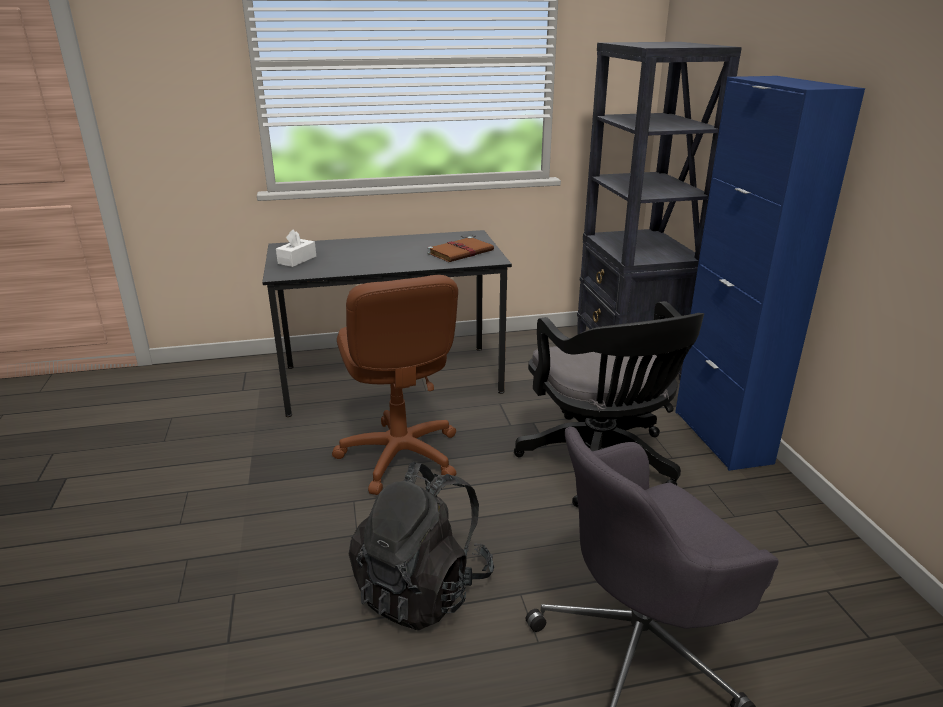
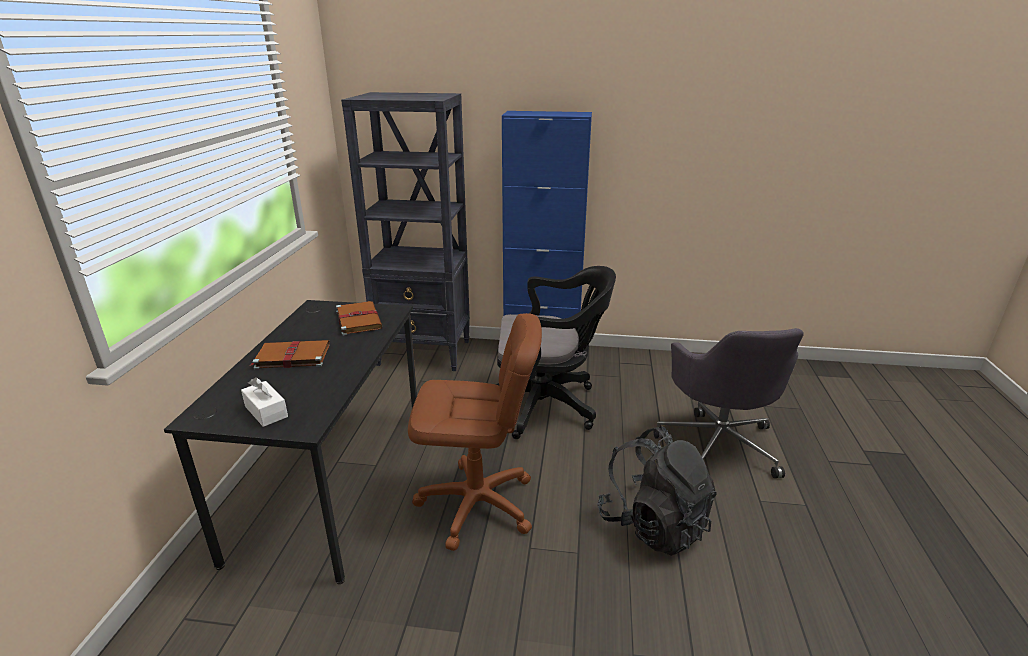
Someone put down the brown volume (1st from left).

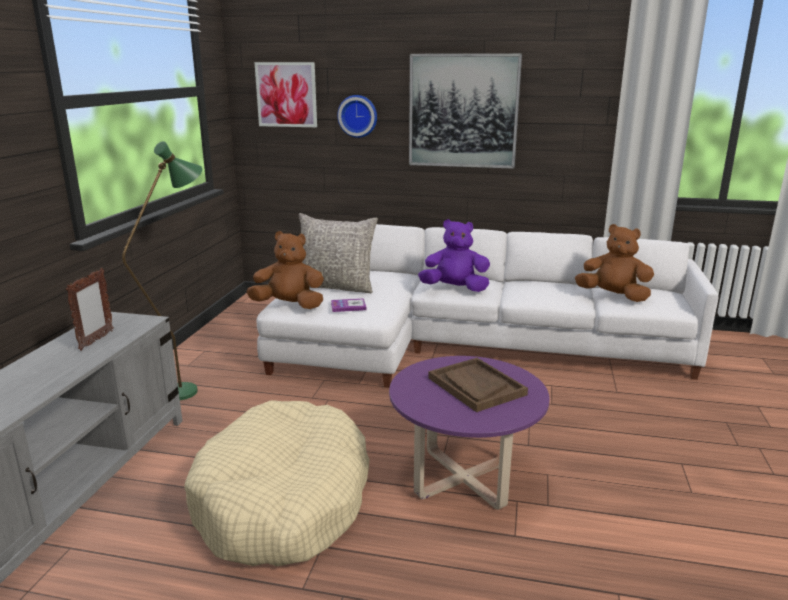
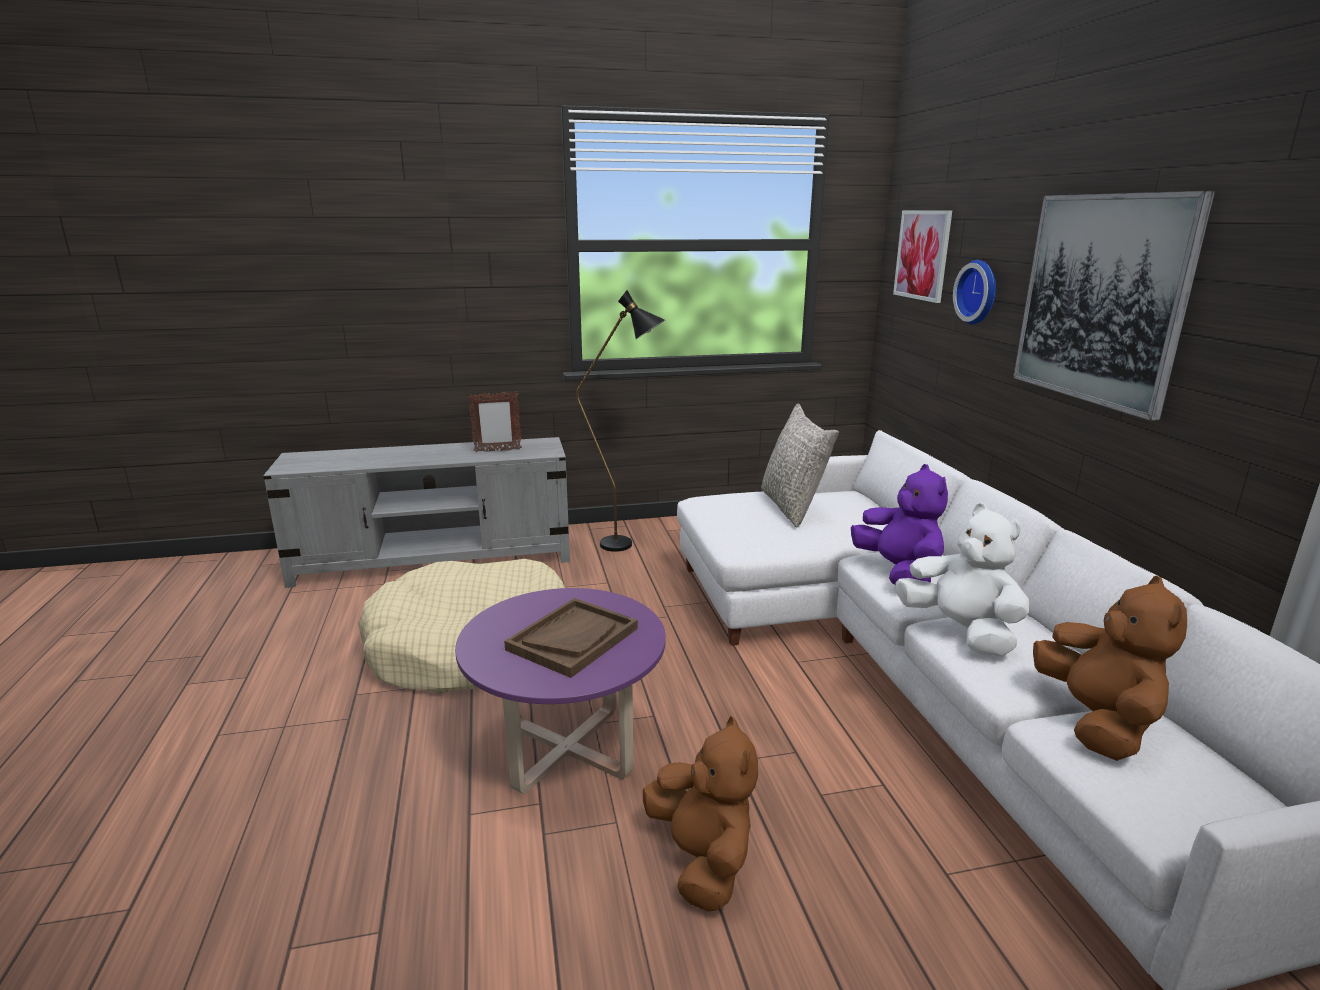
Someone repainted the green-coloured standing lamp, which became the black-coloured standing lamp. Someone carried the brown soft toy (1st from left). Someone put down the white-coloured soft toy. Someone took away the volume.

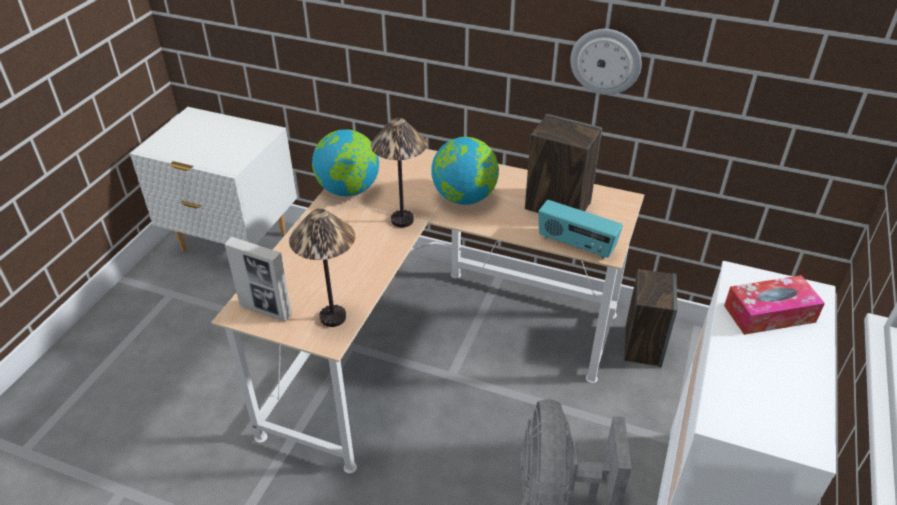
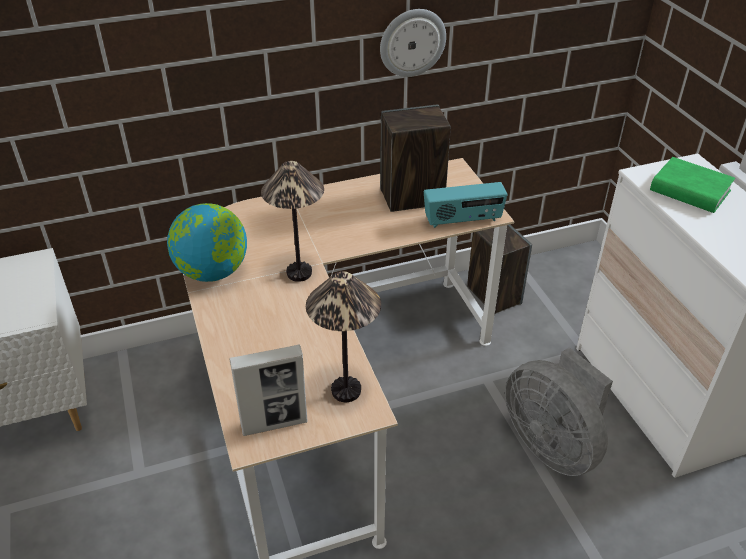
Someone swapped the tissue holder for the green-coloured volume. Someone took away the desk globe (2nd from left).

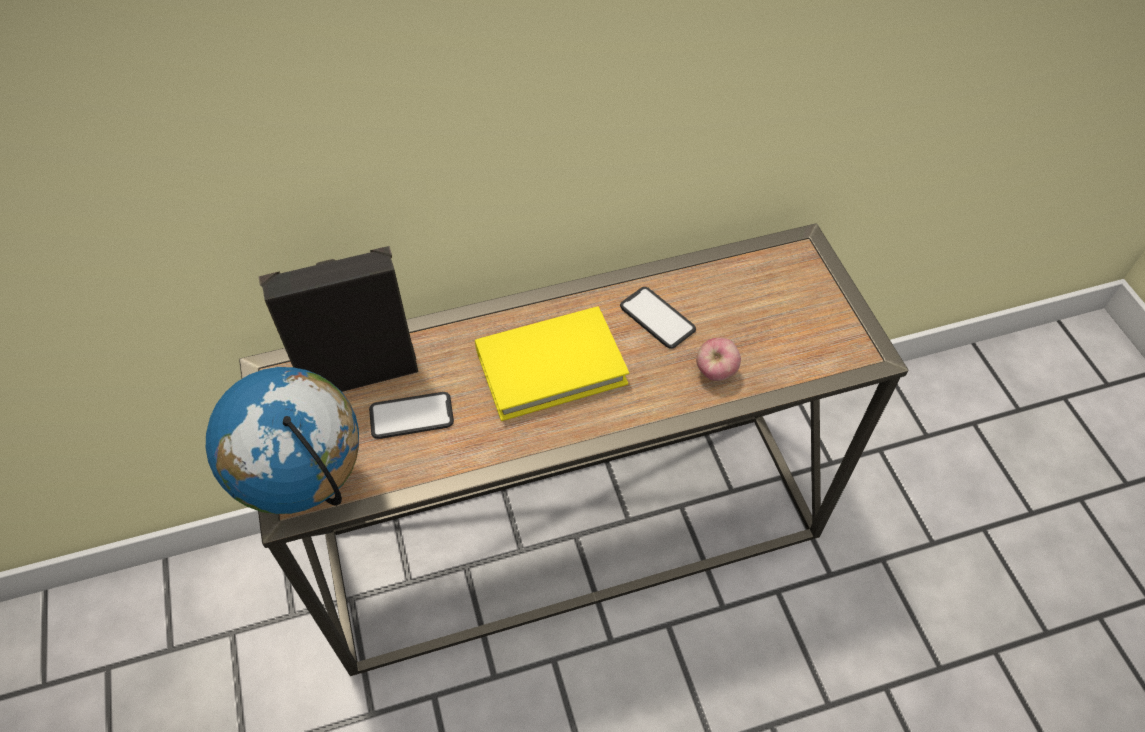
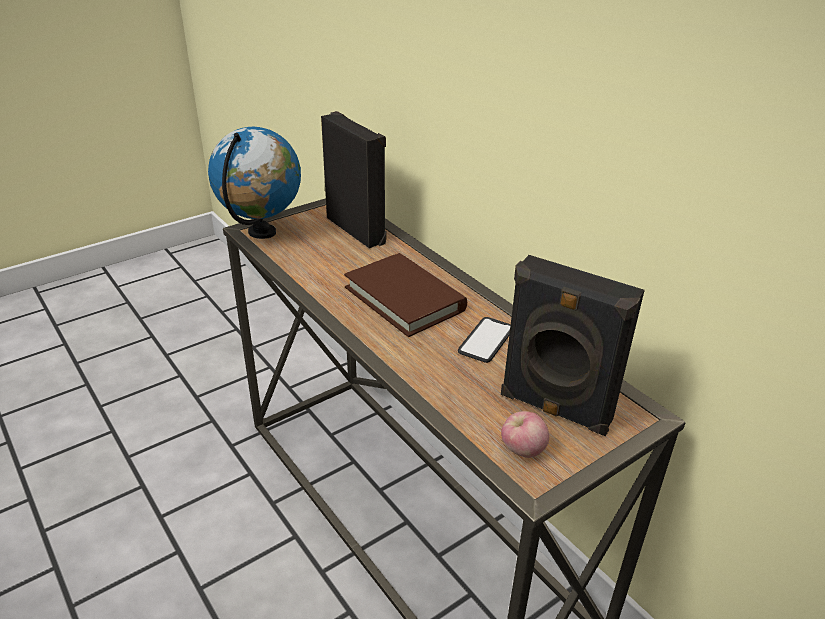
Someone repainted the yellow volume, which became the brown volume. Someone put down the black-coloured speaker (2nd from left). Someone carried the whole apple. Someone took away the phone (1st from left).

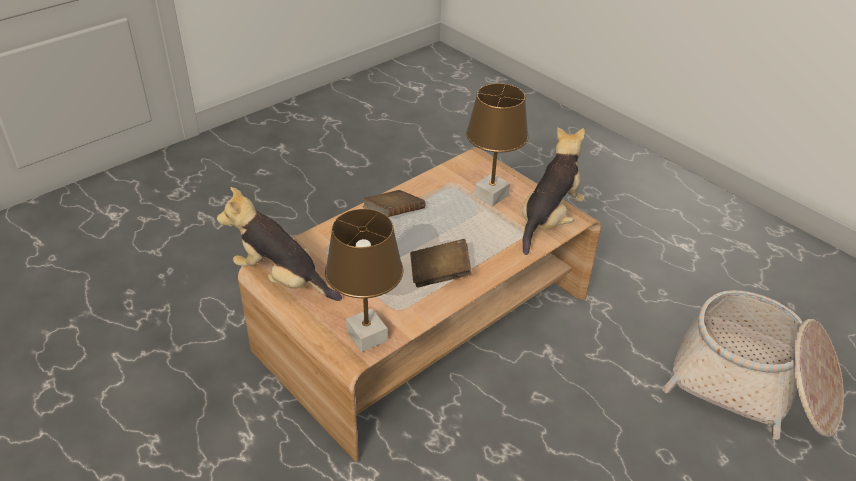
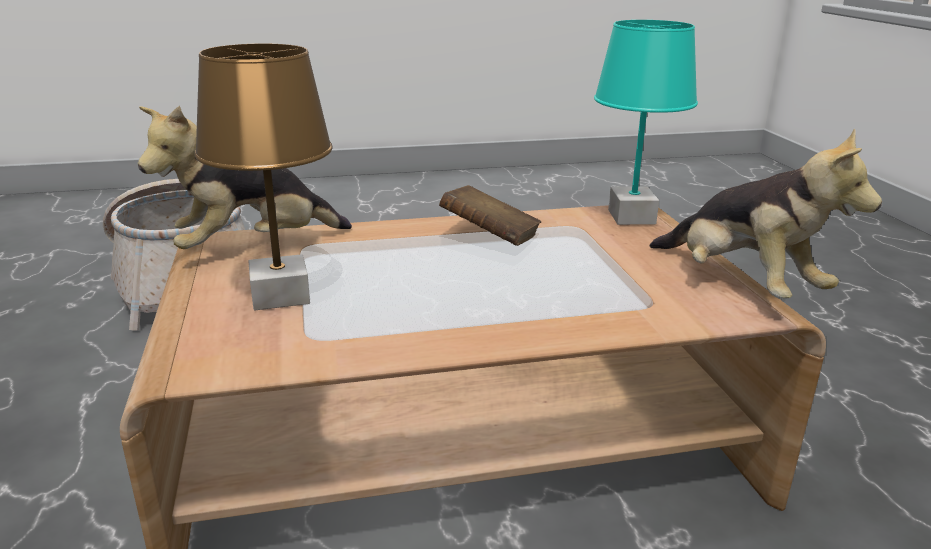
Someone repainted the brown tabletop lamp (1st from left), which became the turquoise-coloured tabletop lamp. Someone took away the brown volume (1st from left).

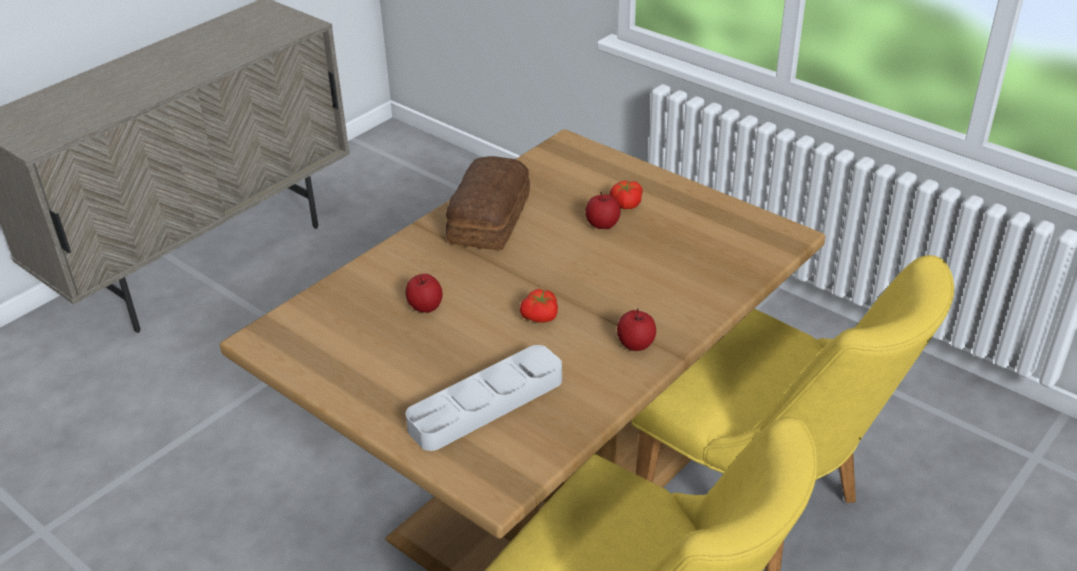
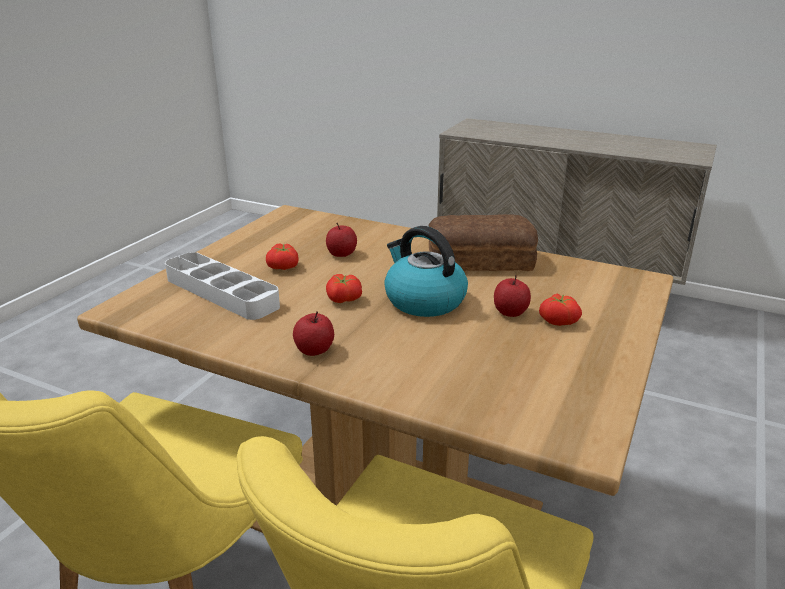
Someone put down the whole tomato (1st from left). Someone put down the water kettle.

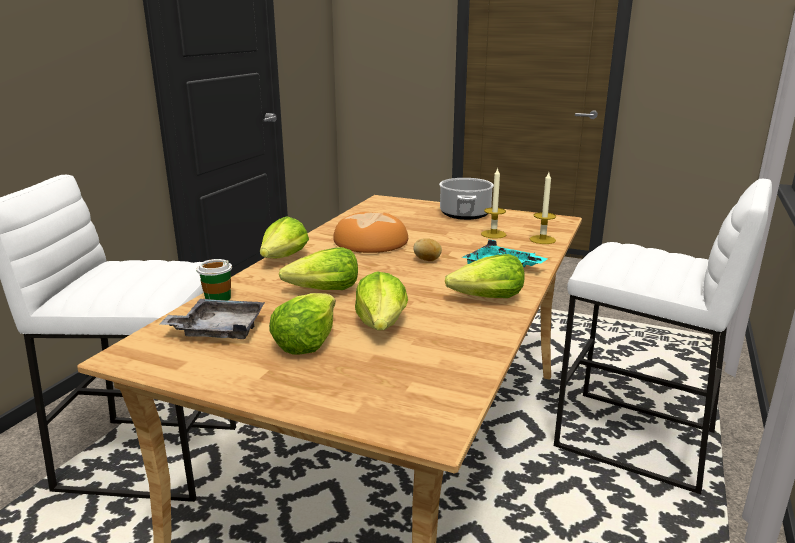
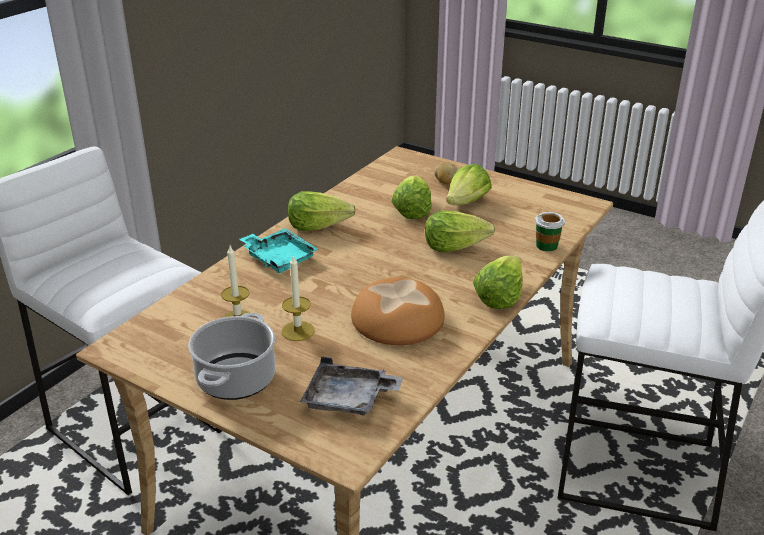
Someone carried the wax light (2nd from left). Someone carried the greyish serving tray. Someone carried the whole potato.

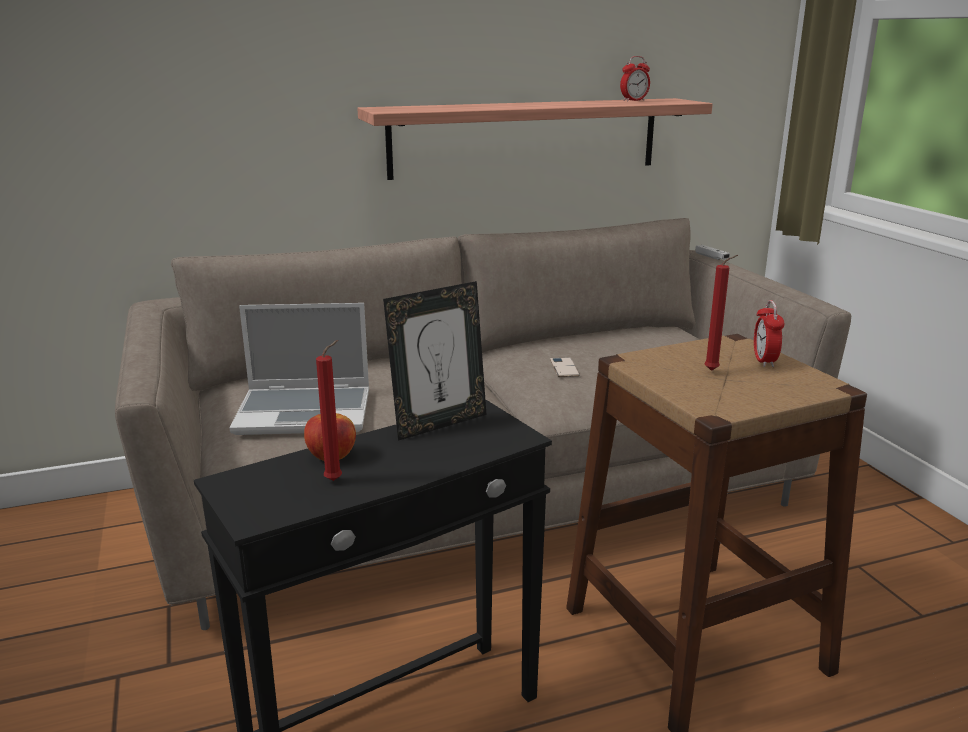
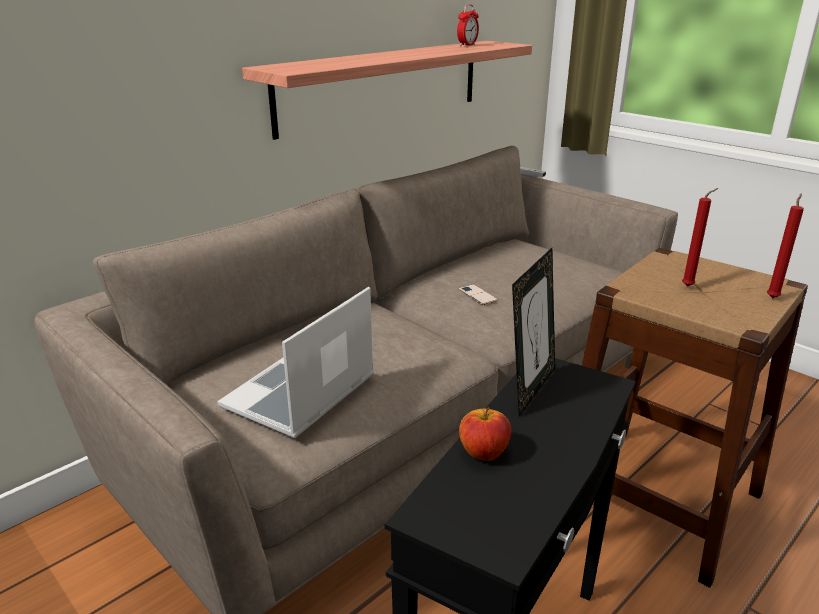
Someone rotated the laptop by 150 degrees clockwise. Someone carried the reddish wax light (1st from left in the first image). Someone took away the alarm clock (2nd from left).

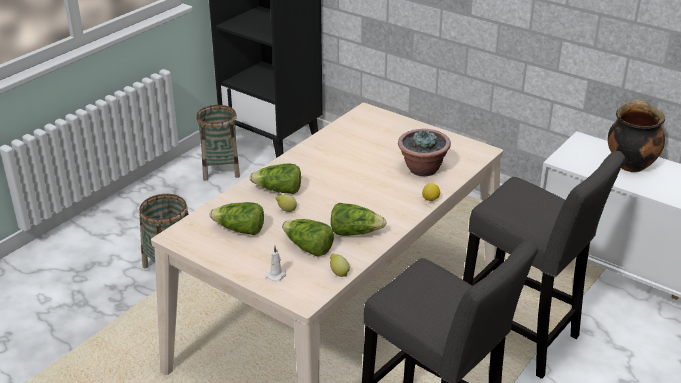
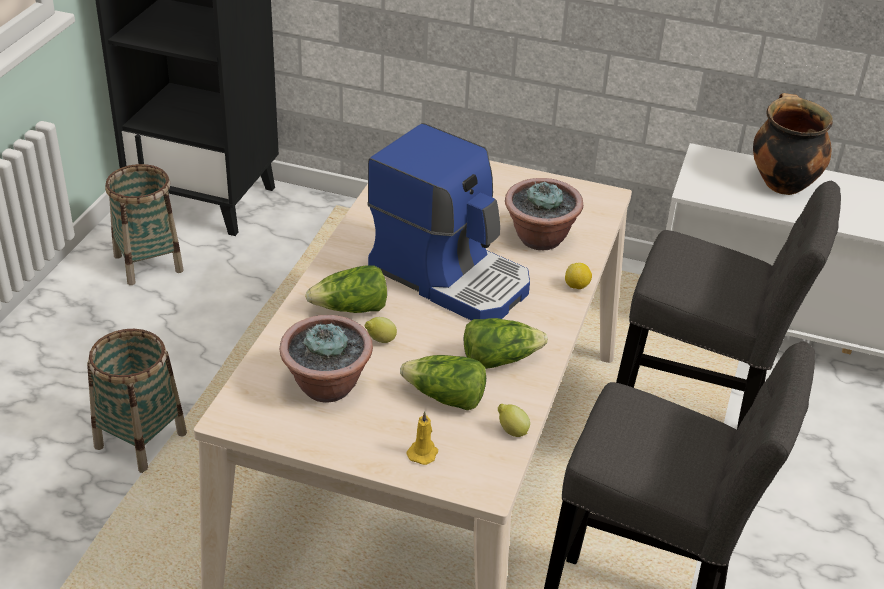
Someone swapped the lettuce head (1st from left) for the plant in a pot (1st from left). Someone put down the coffee maker. Someone repainted the white-coloured wax light, which became the yellow wax light.

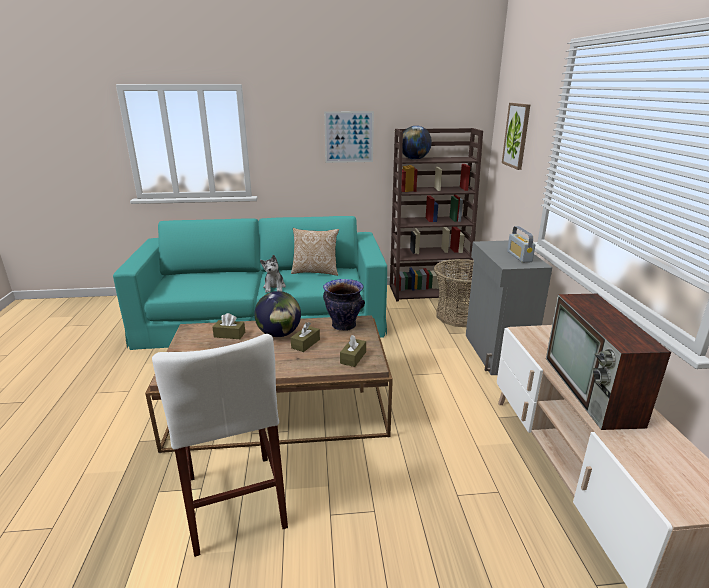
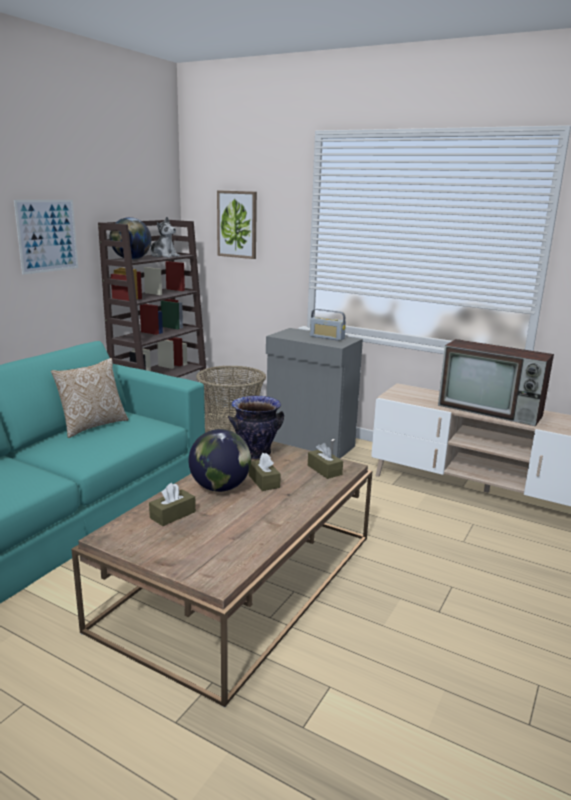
Someone carried the soft toy. Someone took away the white-coloured stool.

